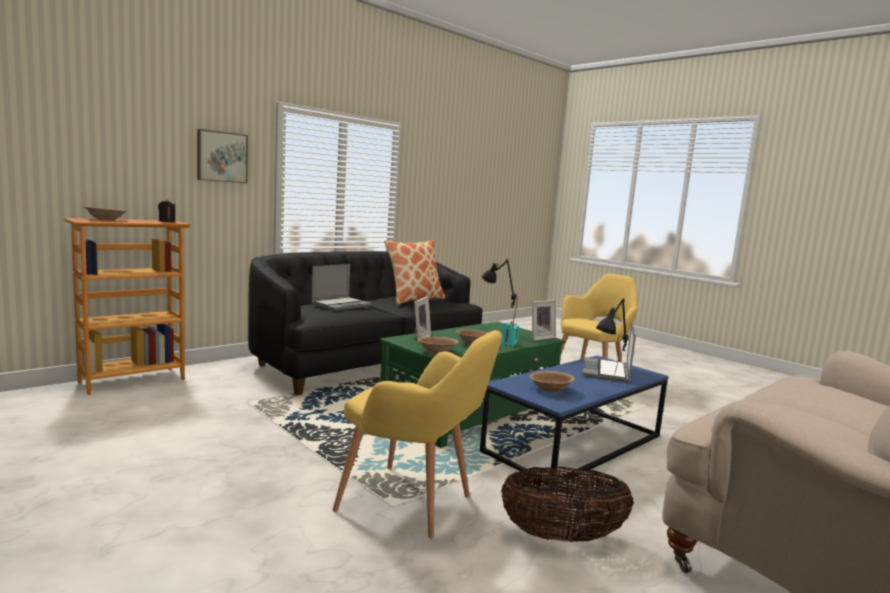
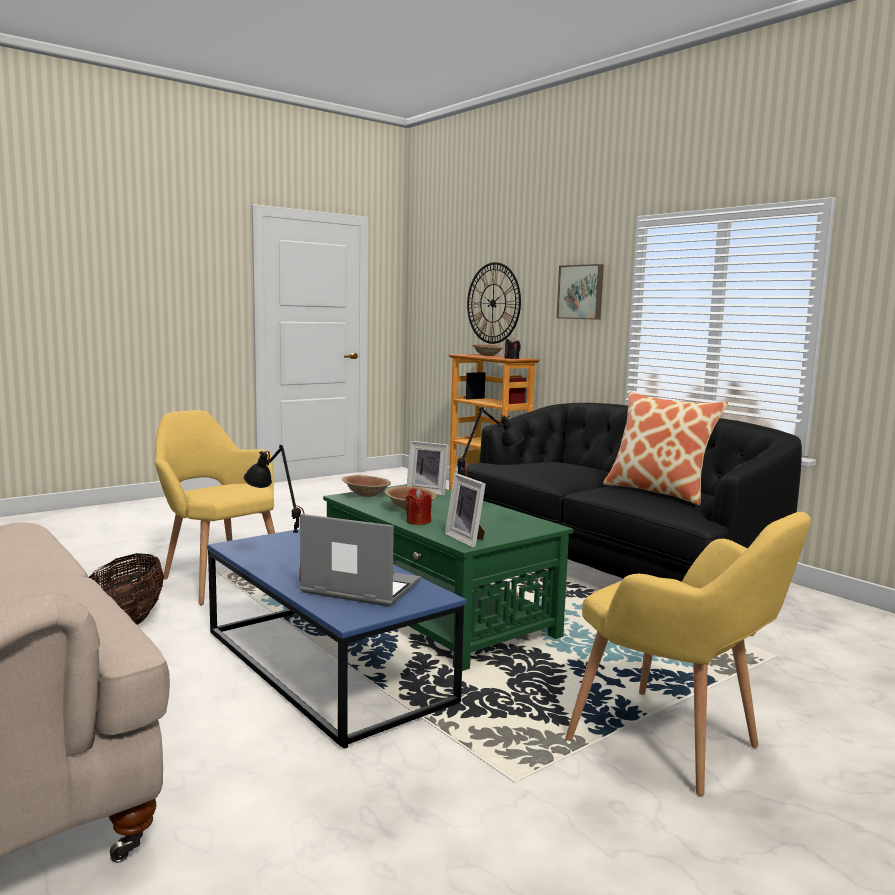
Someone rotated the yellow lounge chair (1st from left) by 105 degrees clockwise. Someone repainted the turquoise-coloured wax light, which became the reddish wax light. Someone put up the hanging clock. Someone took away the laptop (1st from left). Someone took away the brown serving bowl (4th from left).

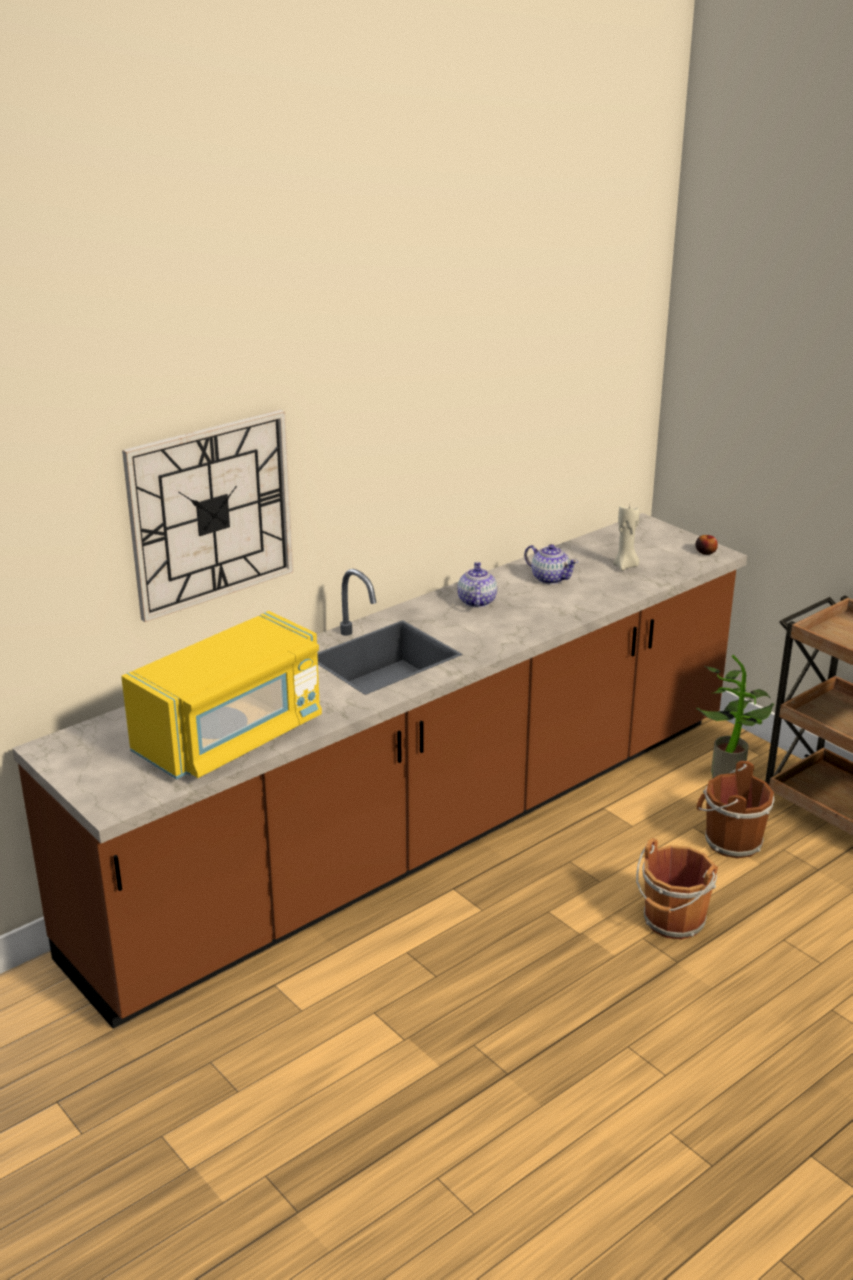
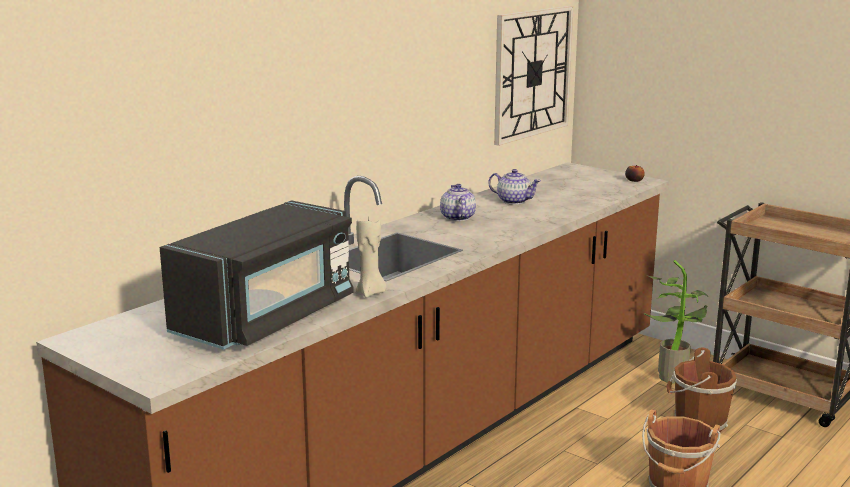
Someone repainted the yellow kitchen microwave, which became the black-coloured kitchen microwave. Someone carried the beige wax light. Someone carried the hanging clock.

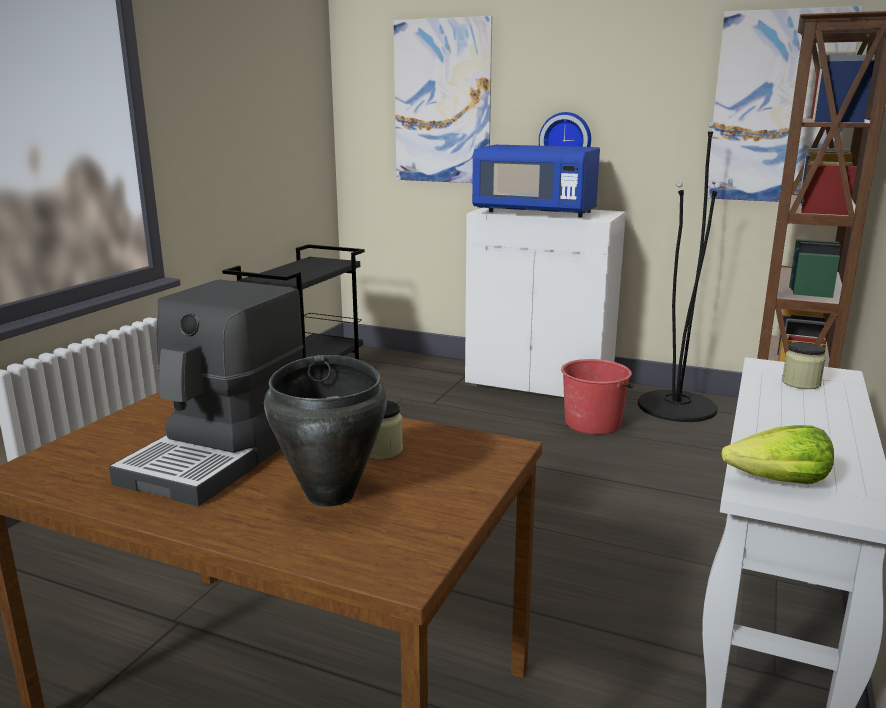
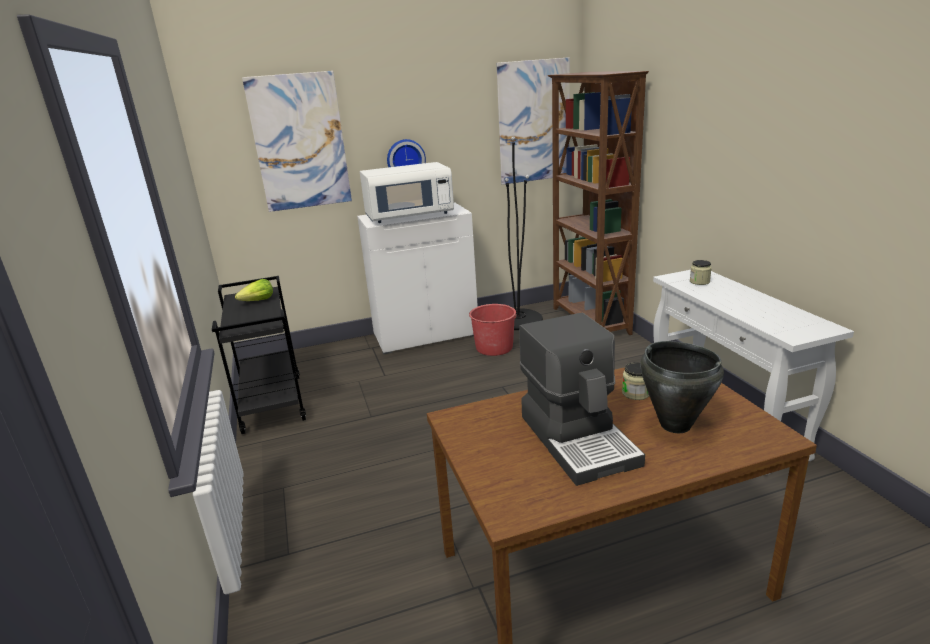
Someone carried the lettuce head. Someone repainted the bluish kitchen microwave, which became the white-coloured kitchen microwave.

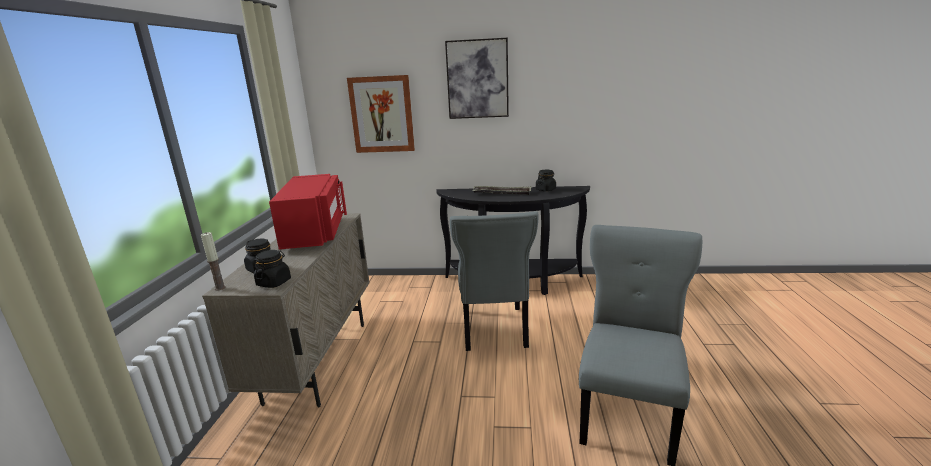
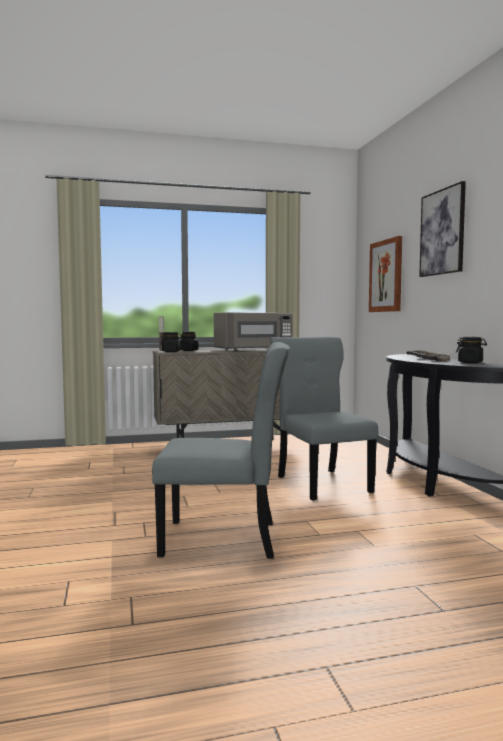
Someone repainted the reddish kitchen microwave, which became the greyish kitchen microwave. Someone rotated the greyish chair (1st from left in the first image) by 90 degrees clockwise.

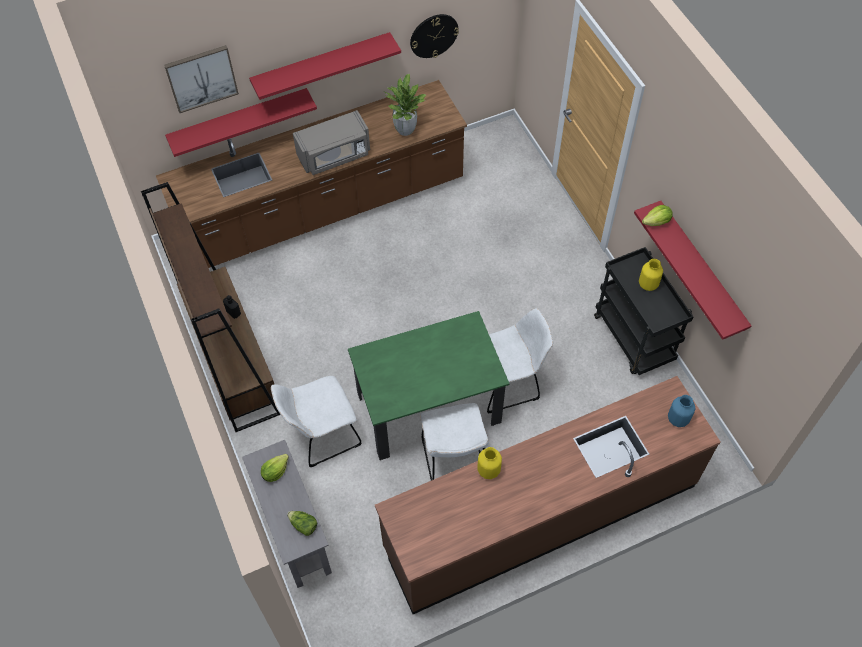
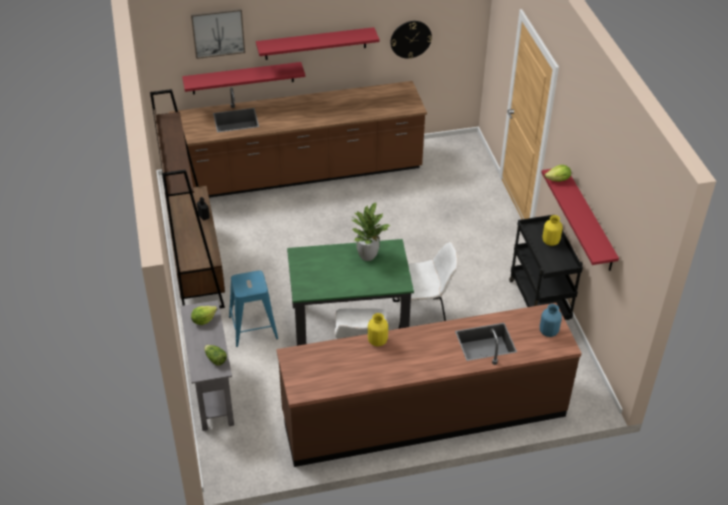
Someone swapped the white-coloured chair (1st from left) for the bluish stool. Someone carried the plant in a pot. Someone took away the greyish kitchen microwave.

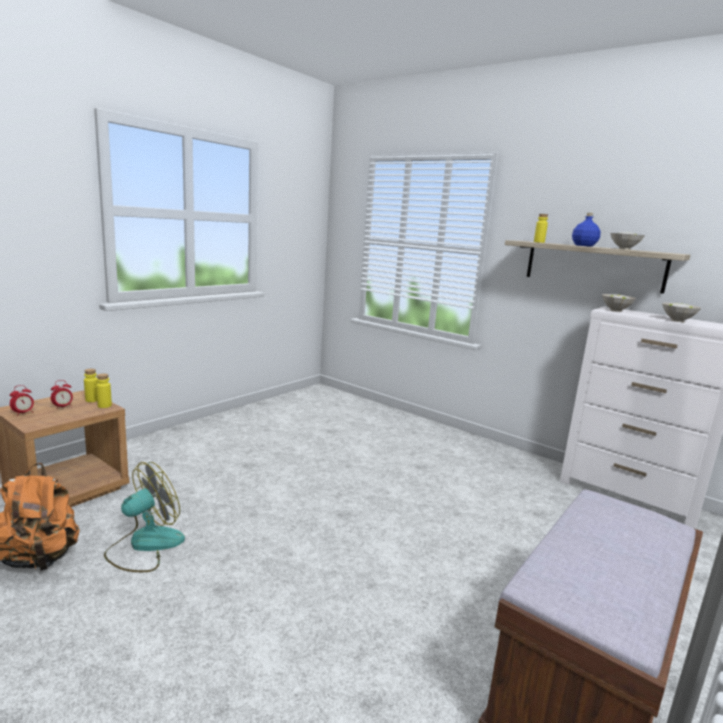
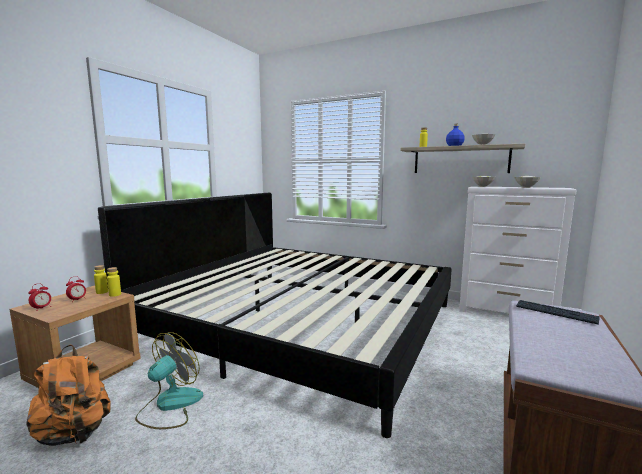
Someone put down the bed. Someone put down the computer keyboard.

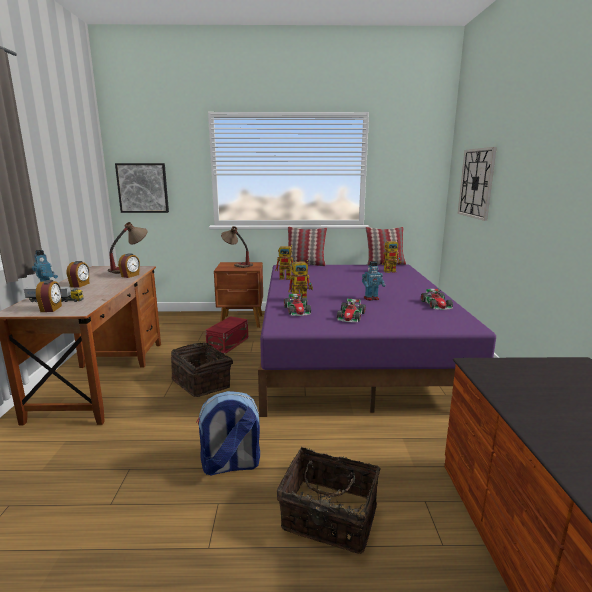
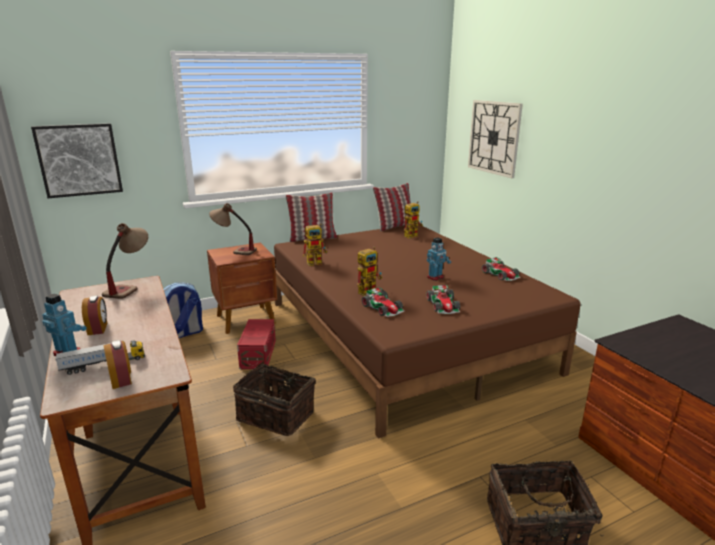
Someone carried the rucksack. Someone repainted the purplish bed, which became the brown bed. Someone took away the alarm clock (3rd from left).

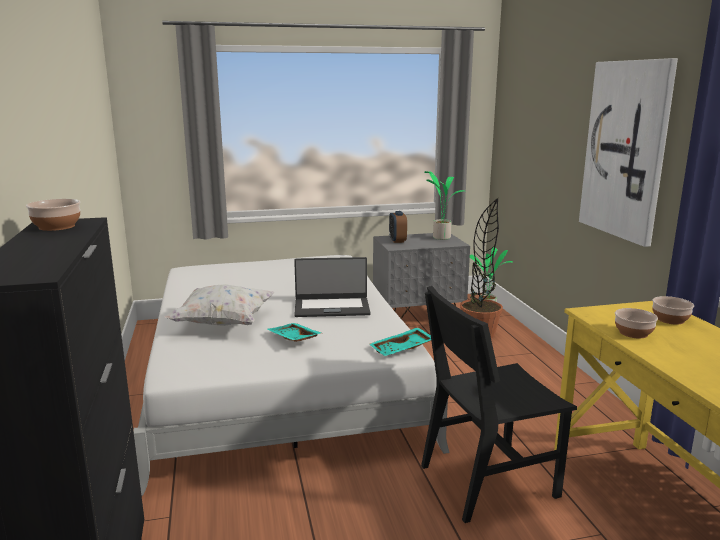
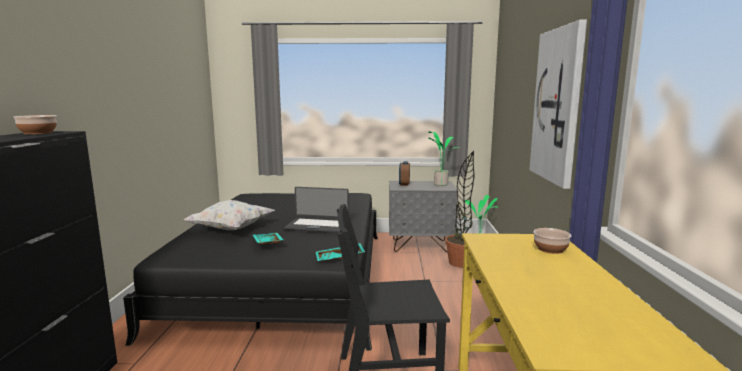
Someone repainted the white-coloured bed, which became the black-coloured bed. Someone took away the serving bowl (2nd from left).

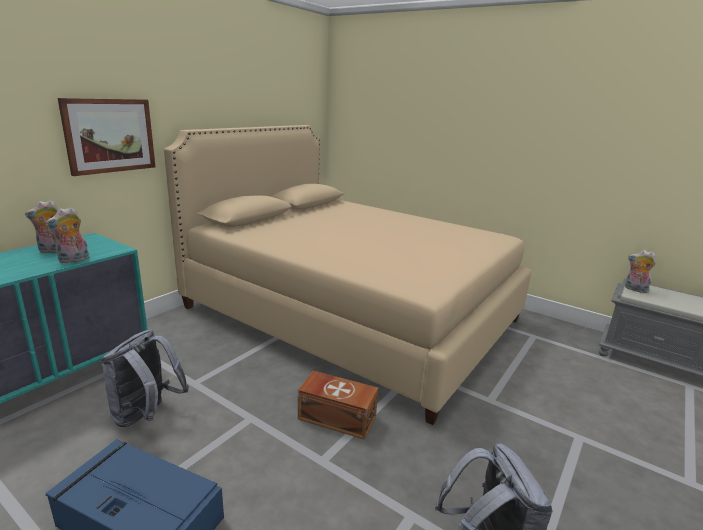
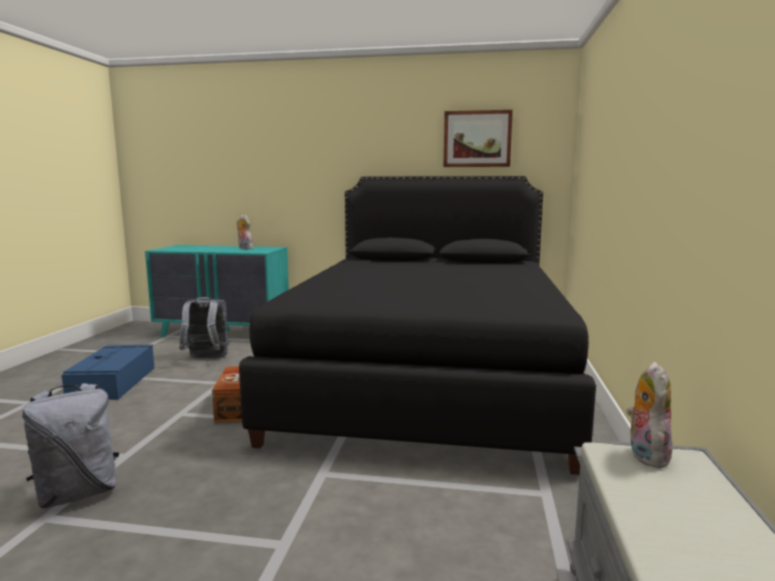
Someone repainted the beige bed, which became the black-coloured bed. Someone carried the wall picture. Someone took away the soft toy (2nd from left).

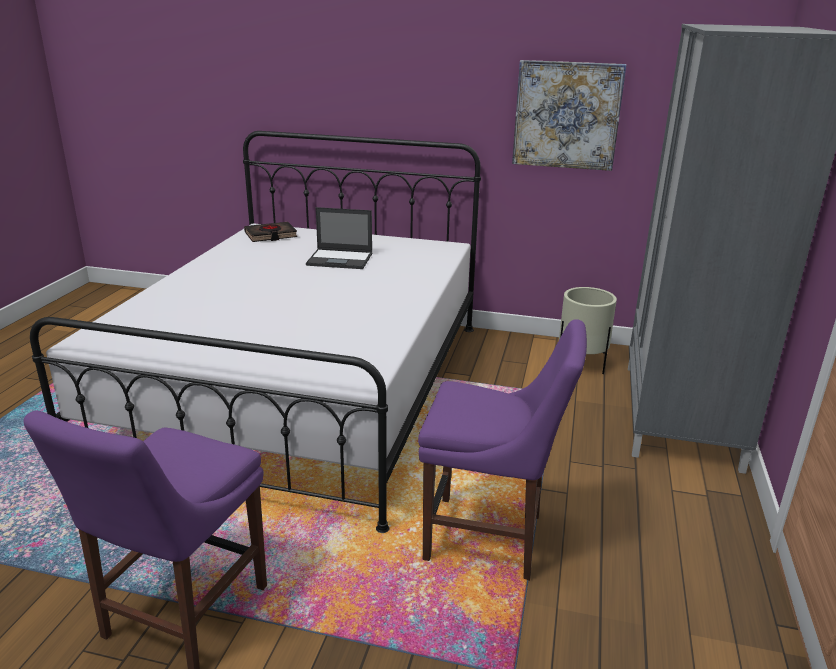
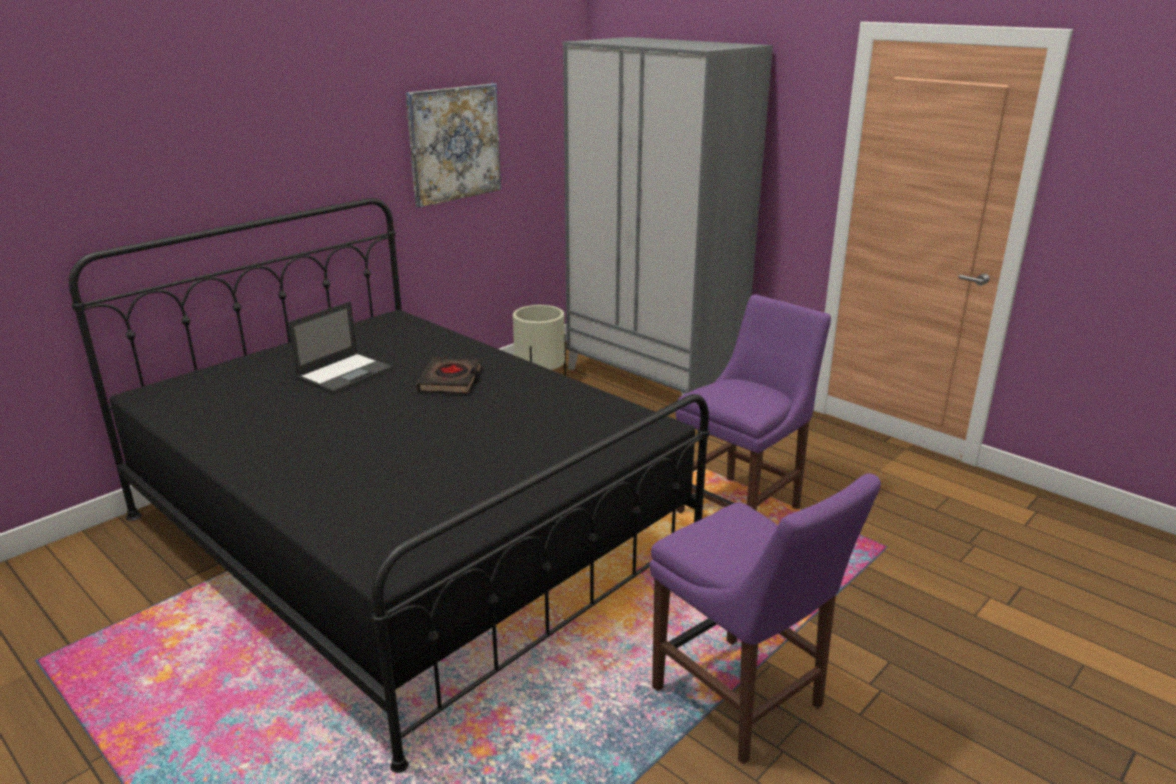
Someone repainted the white-coloured bed, which became the black-coloured bed. Someone carried the black-coloured volume.

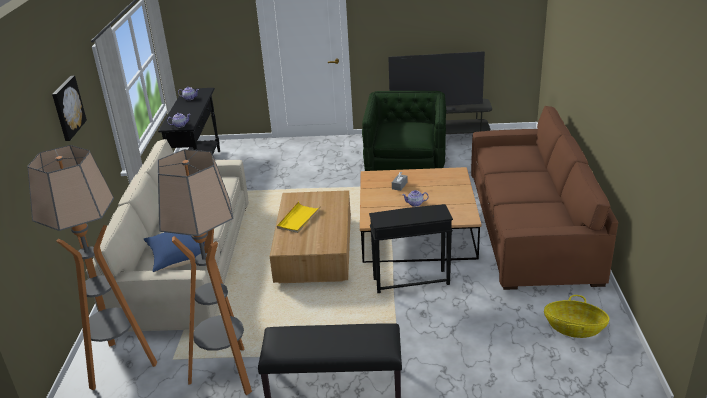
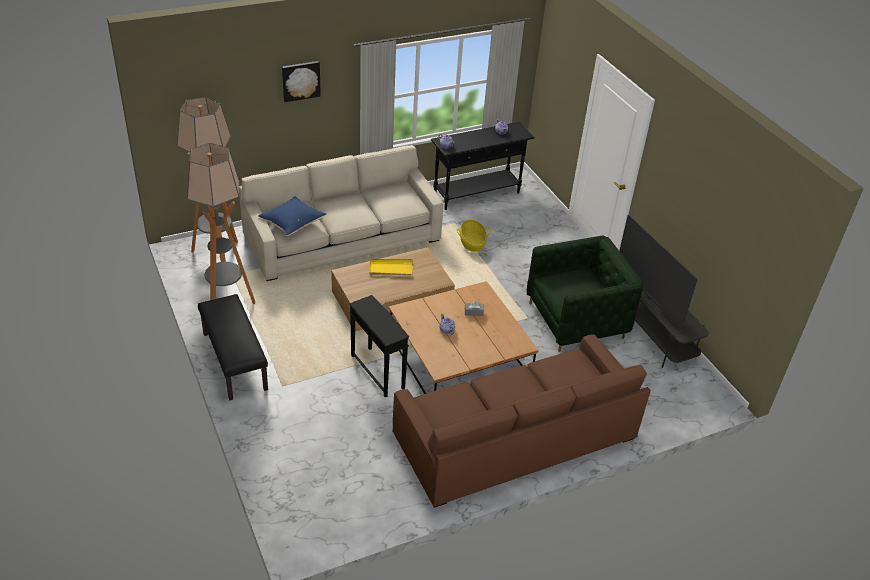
Someone carried the storage basket.

